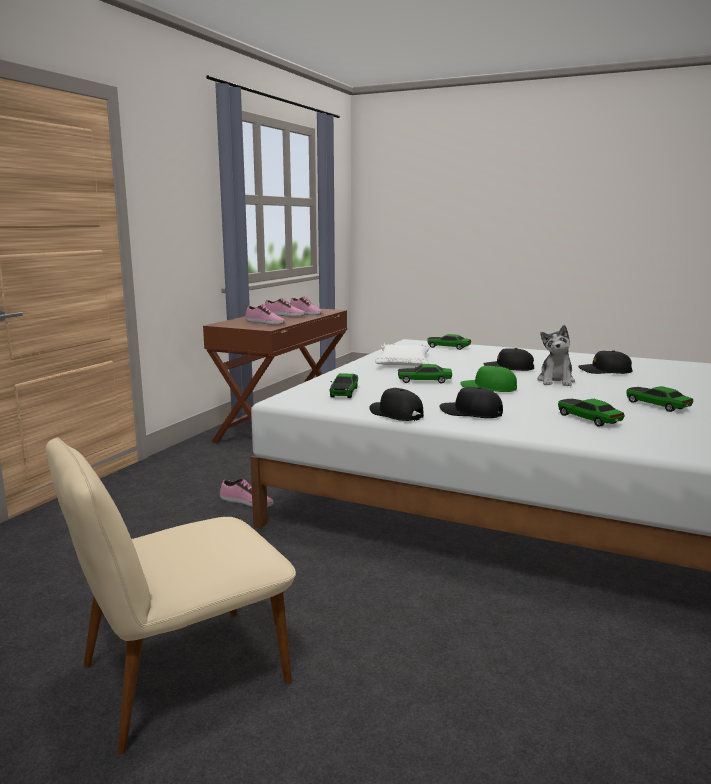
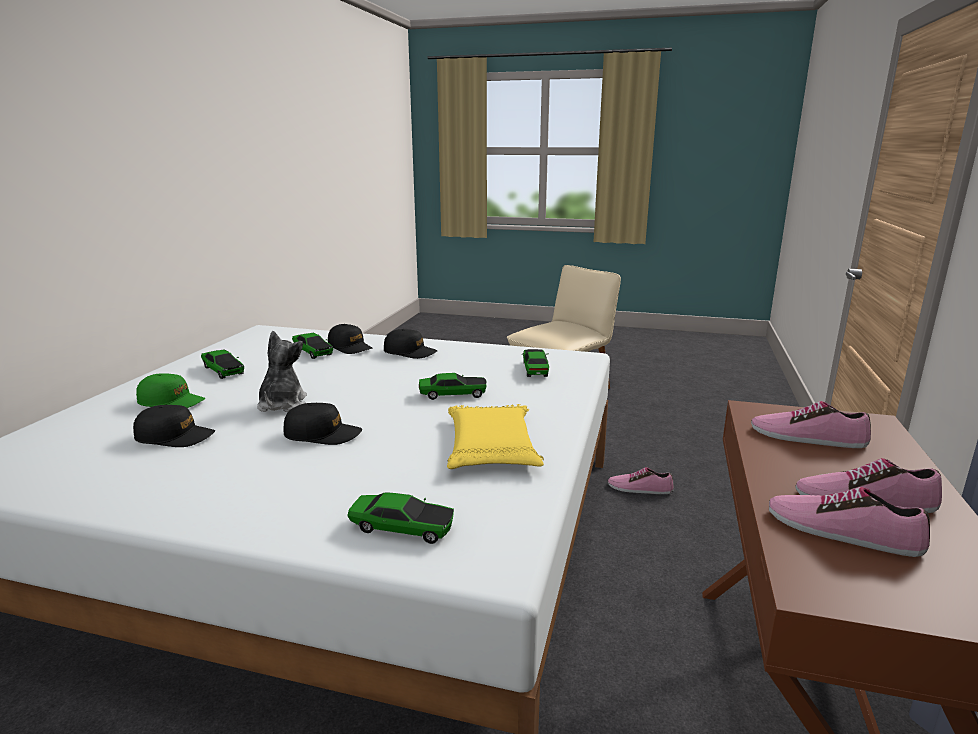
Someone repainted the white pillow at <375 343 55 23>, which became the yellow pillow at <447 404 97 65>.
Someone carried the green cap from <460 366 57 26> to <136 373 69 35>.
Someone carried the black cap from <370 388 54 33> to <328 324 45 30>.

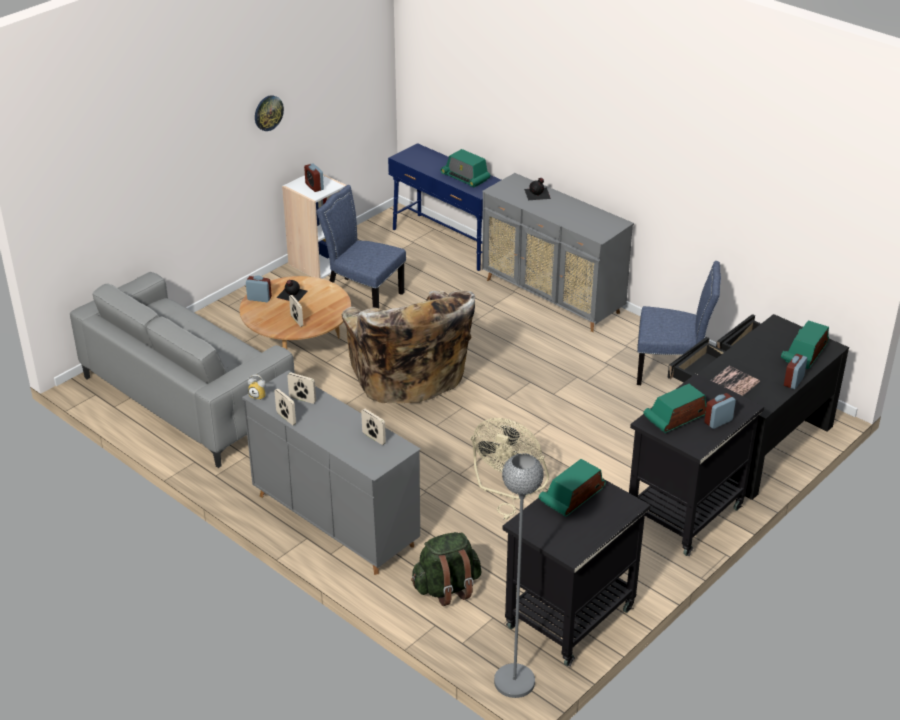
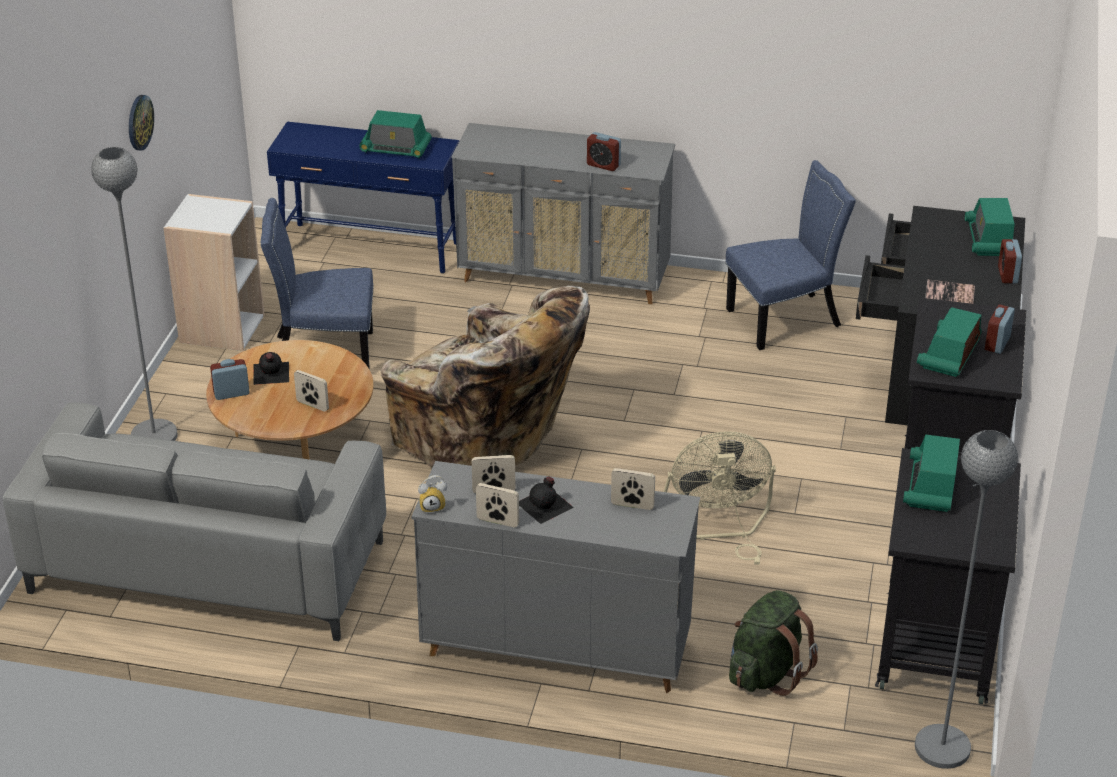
Someone carried the alarm clock from <304 163 20 29> to <587 132 34 39>.
Someone carried the black bottle from <524 178 27 22> to <519 477 55 47>.
Someone put down the grey floor lamp at <91 147 87 294>.

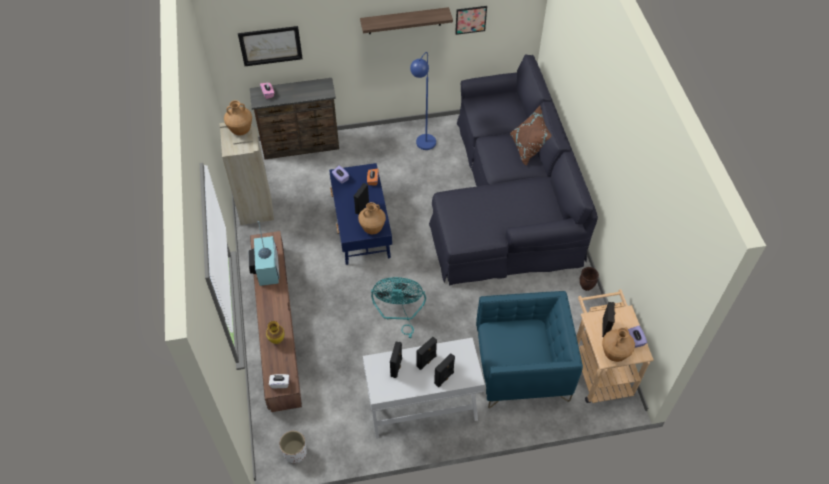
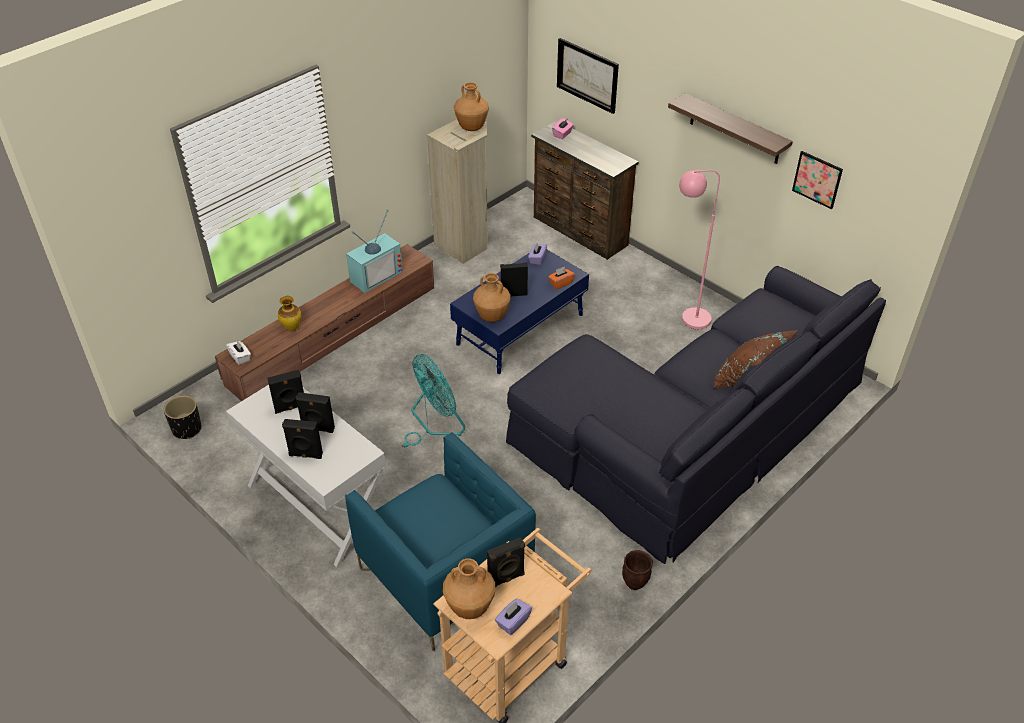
Someone repainted the blue floor lamp at <410 52 26 98>, which became the pink floor lamp at <679 170 41 159>.
Someone repainted the white planter at <279 431 28 33>, which became the black planter at <164 395 37 44>.

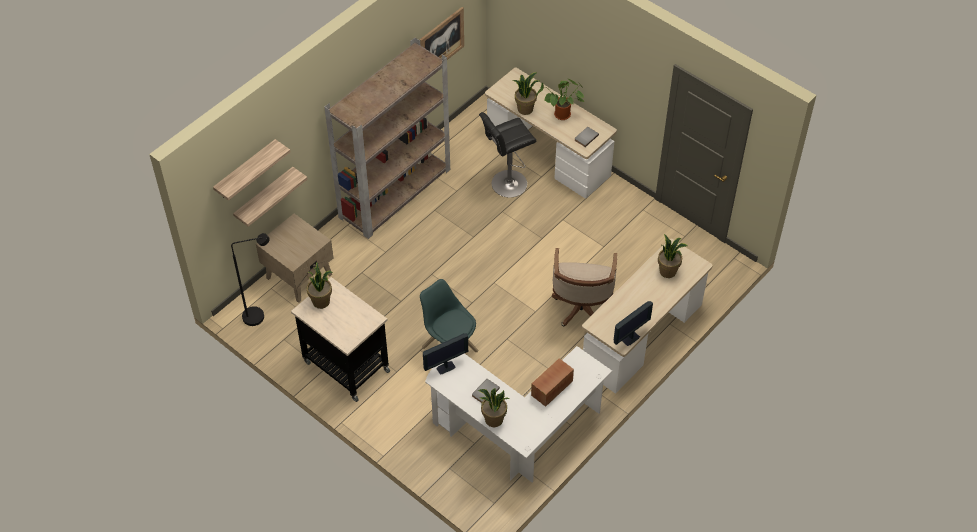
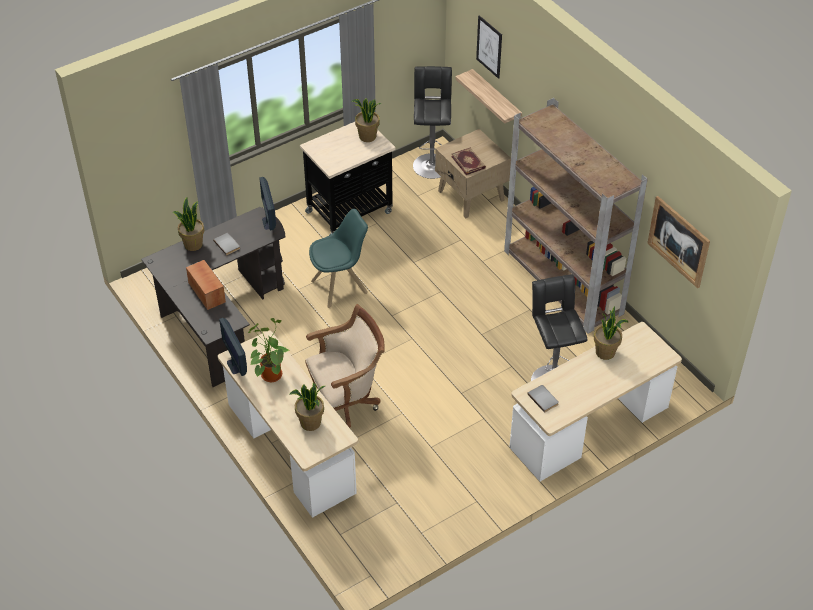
Someone carried the potted plant from <537 79 48 41> to <248 318 41 64>.
Someone swapped the shelf at <213 139 77 62> for the picture at <476 15 26 64>.
Someone swapped the black floor lamp at <231 233 38 93> for the black stool at <413 66 39 113>.
Someone rotated the office chair at <552 248 65 78> by 135 degrees clockwise.
Someone repainted the white desk at <425 346 187 137>, which became the black desk at <141 207 145 180>.
Someone put down the book at <451 148 35 27>.

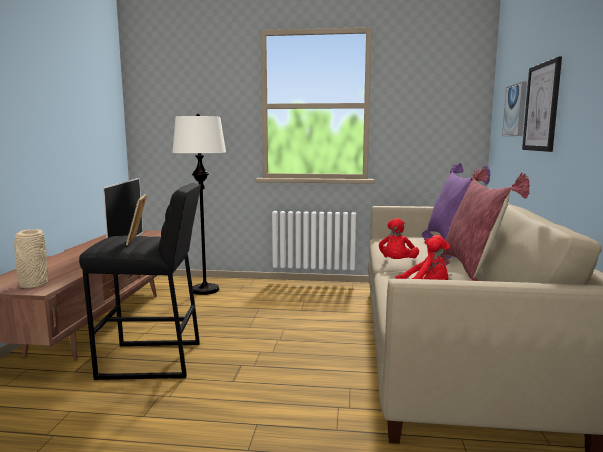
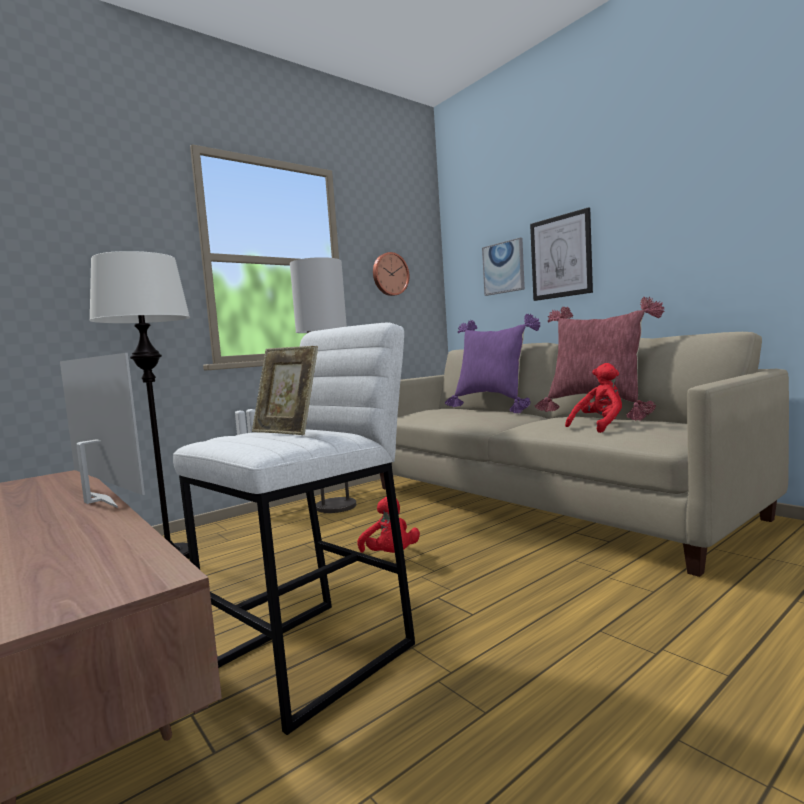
Someone repainted the black stool at <79 183 122 197>, which became the white stool at <173 323 242 412>.
Someone carried the red plush toy from <379 218 40 41> to <357 497 63 56>.
Someone took away the beige vase at <14 229 34 59>.
Someone put up the wall clock at <373 252 36 44>.
Someone put down the floor lamp at <290 257 66 256>.

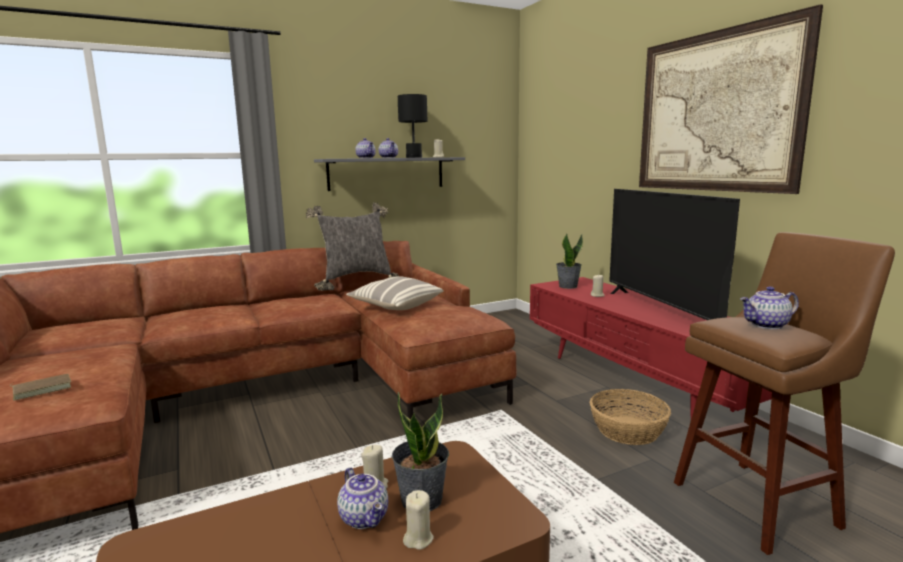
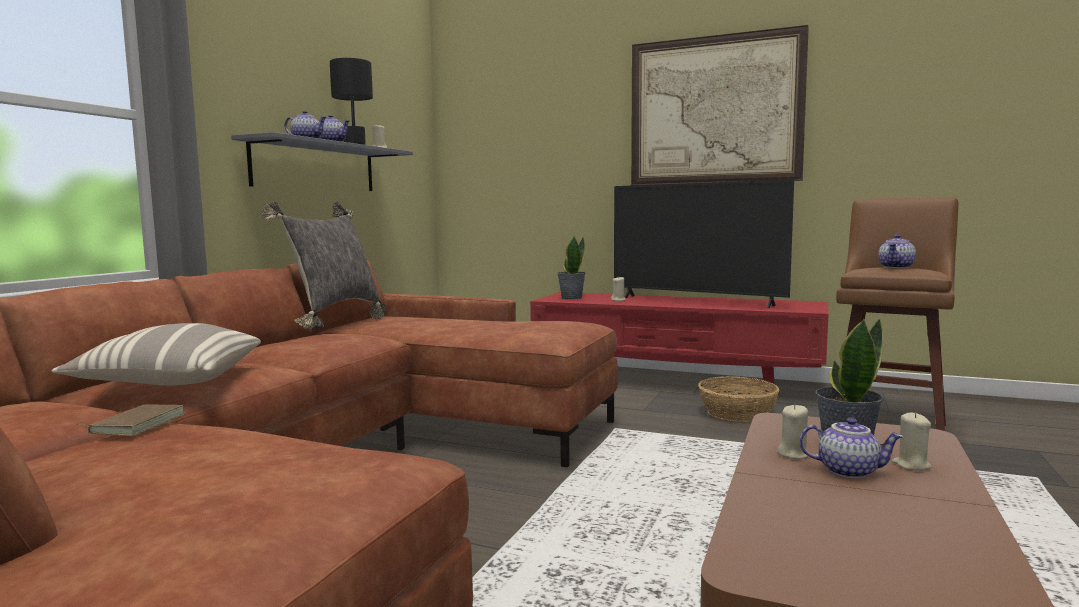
Someone carried the pillow from <346 276 97 34> to <52 323 209 63>.
Someone carried the brown book from <10 374 61 26> to <77 404 108 32>.

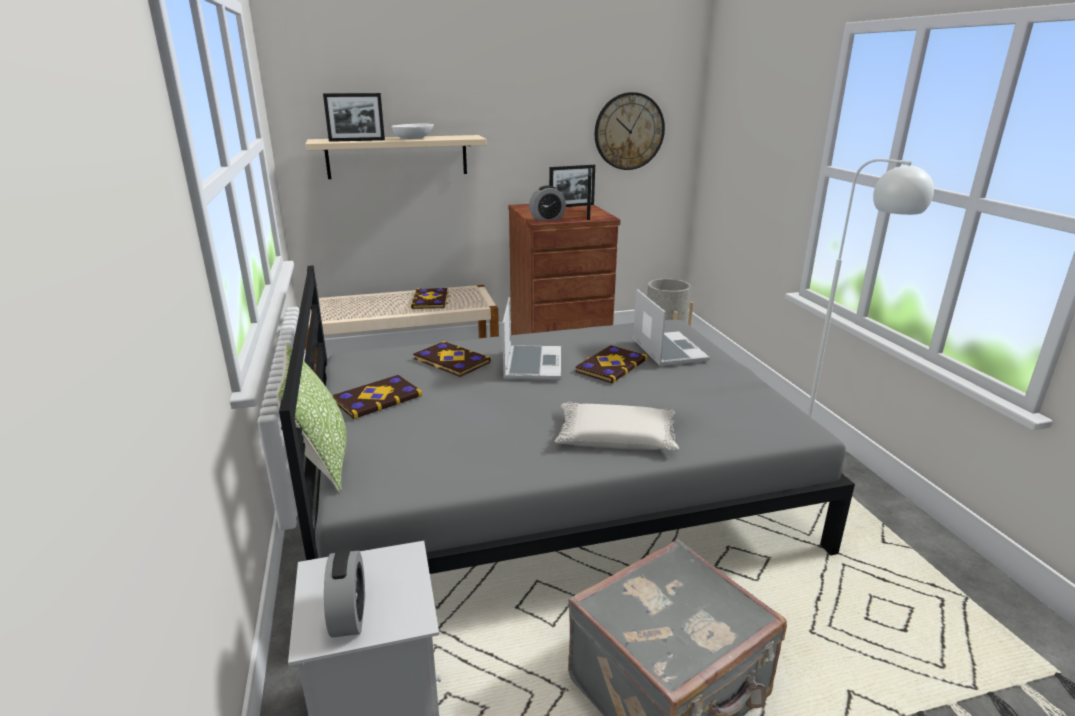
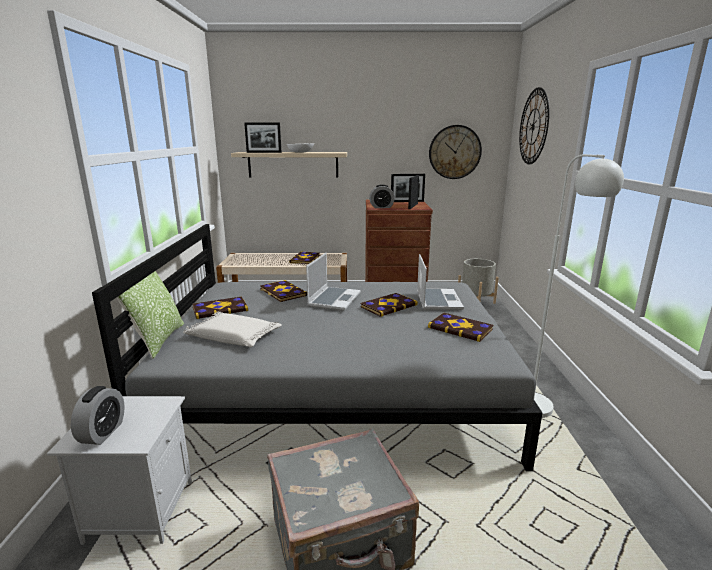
Someone carried the white pillow from <555 402 124 49> to <183 311 99 36>.
Someone put up the wall clock at <519 87 30 77>.
Someone put down the book at <428 312 65 30>.

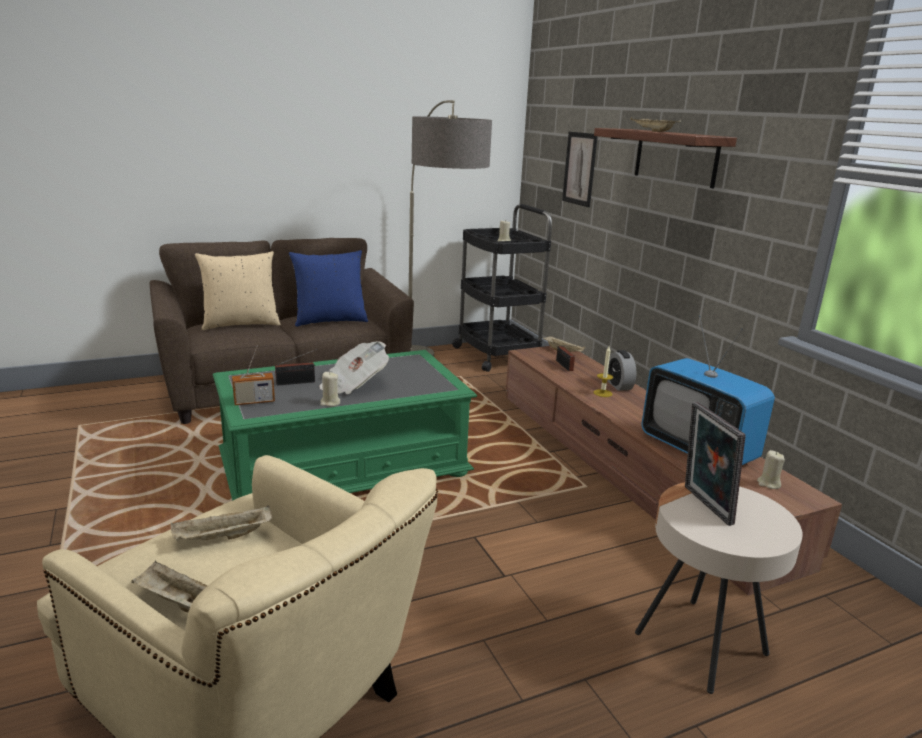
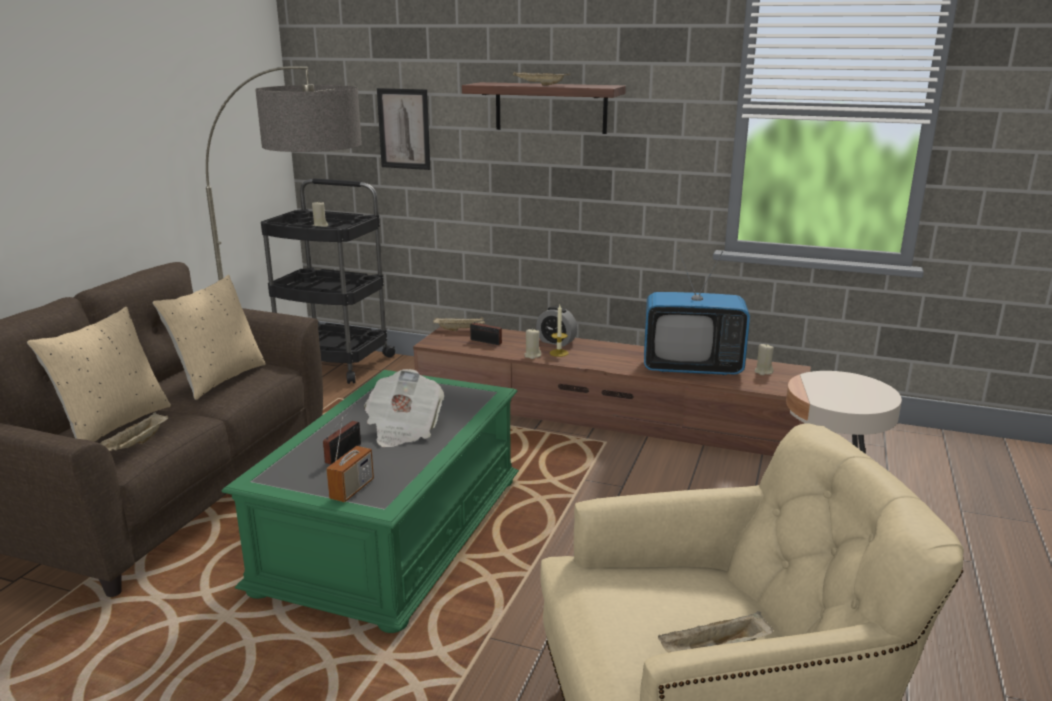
Someone repainted the blue pillow at <289 250 79 77>, which became the beige pillow at <153 275 113 125>.
Someone carried the beige candle from <320 372 20 35> to <524 328 17 31>.
Someone took away the picture frame at <685 402 61 124>.
Someone carried the beige tray from <170 505 102 36> to <100 412 68 39>.

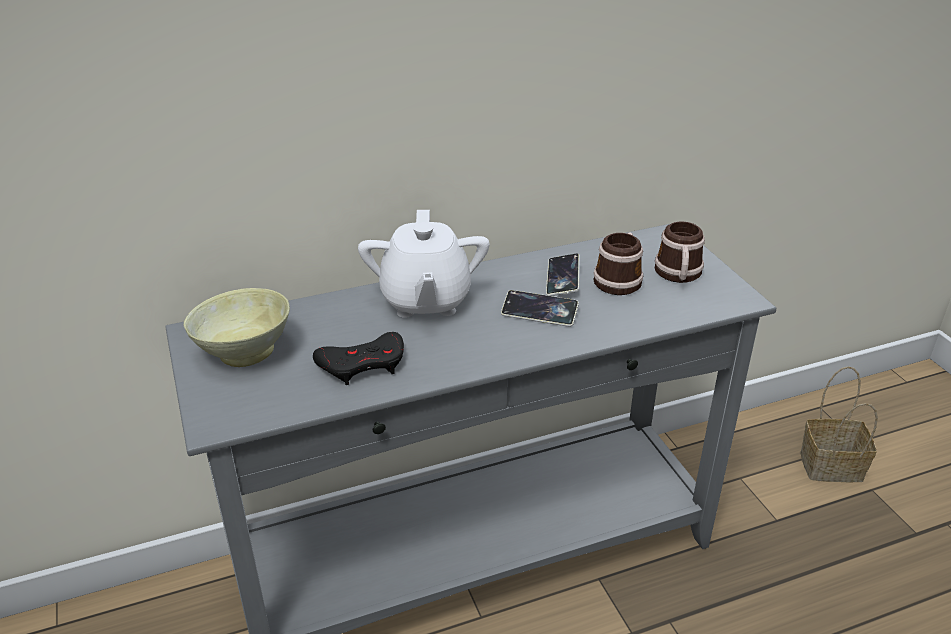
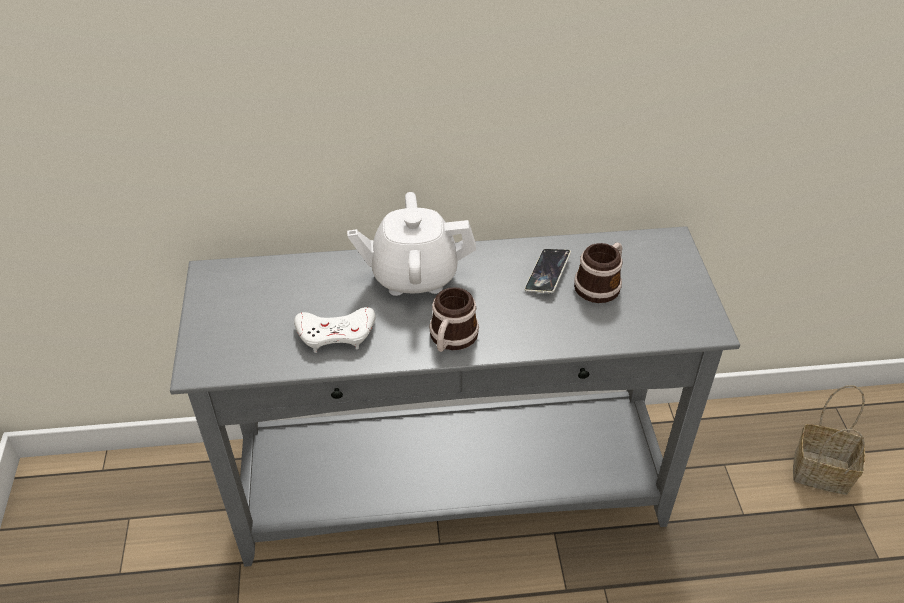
Someone rotated the white teapot at <358 210 132 108> by 75 degrees clockwise.
Someone carried the mug from <655 222 50 61> to <429 287 50 65>.
Someone took away the beige bowl at <184 288 106 79>.
Someone took away the phone at <501 290 78 37>.
Someone repainted the black game controller at <313 332 91 53>, which became the white game controller at <294 307 82 46>.

